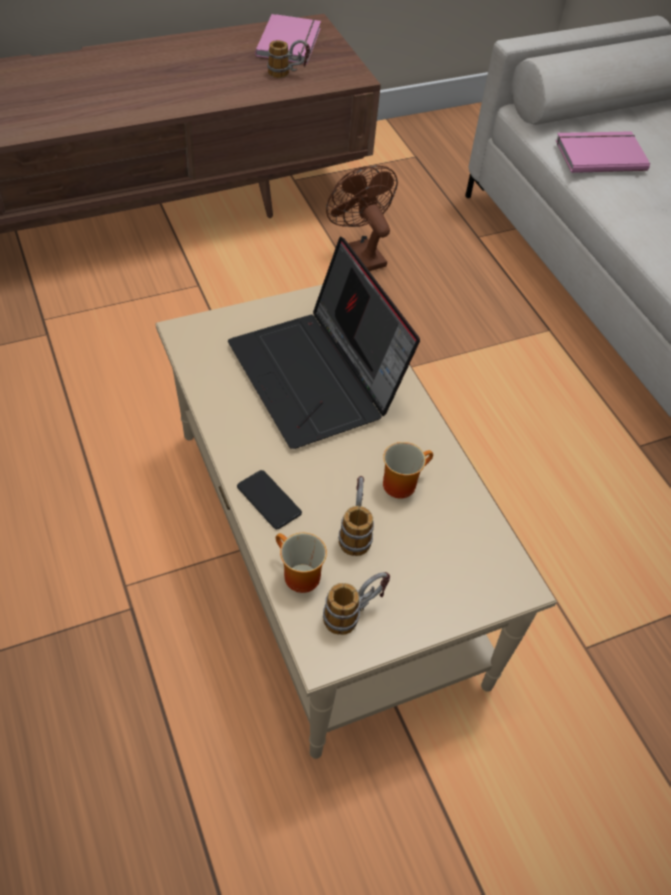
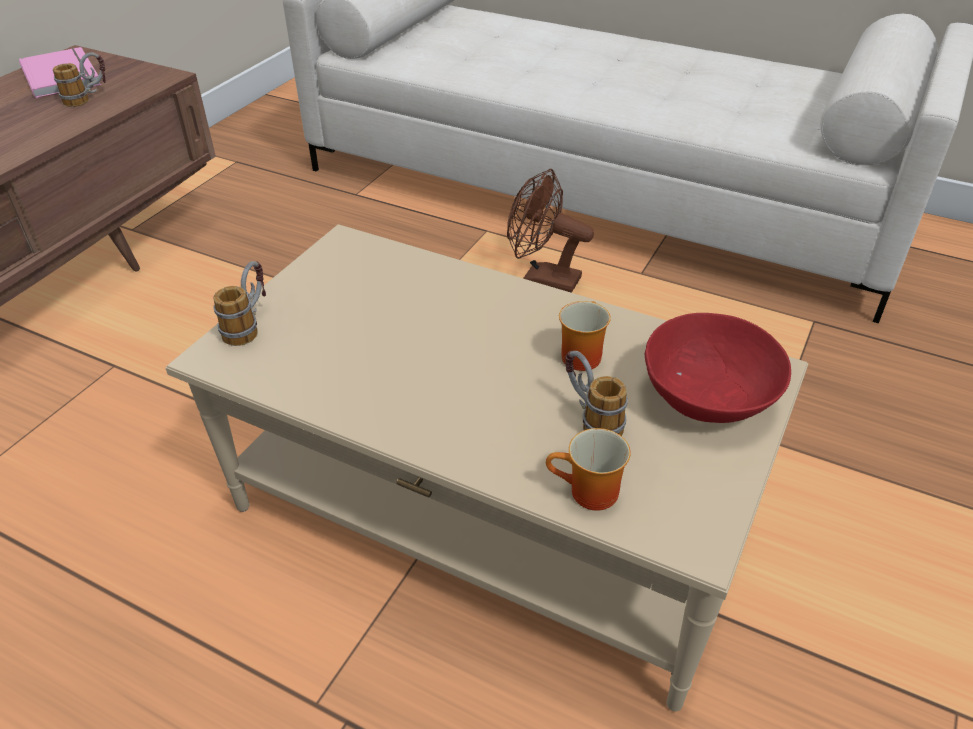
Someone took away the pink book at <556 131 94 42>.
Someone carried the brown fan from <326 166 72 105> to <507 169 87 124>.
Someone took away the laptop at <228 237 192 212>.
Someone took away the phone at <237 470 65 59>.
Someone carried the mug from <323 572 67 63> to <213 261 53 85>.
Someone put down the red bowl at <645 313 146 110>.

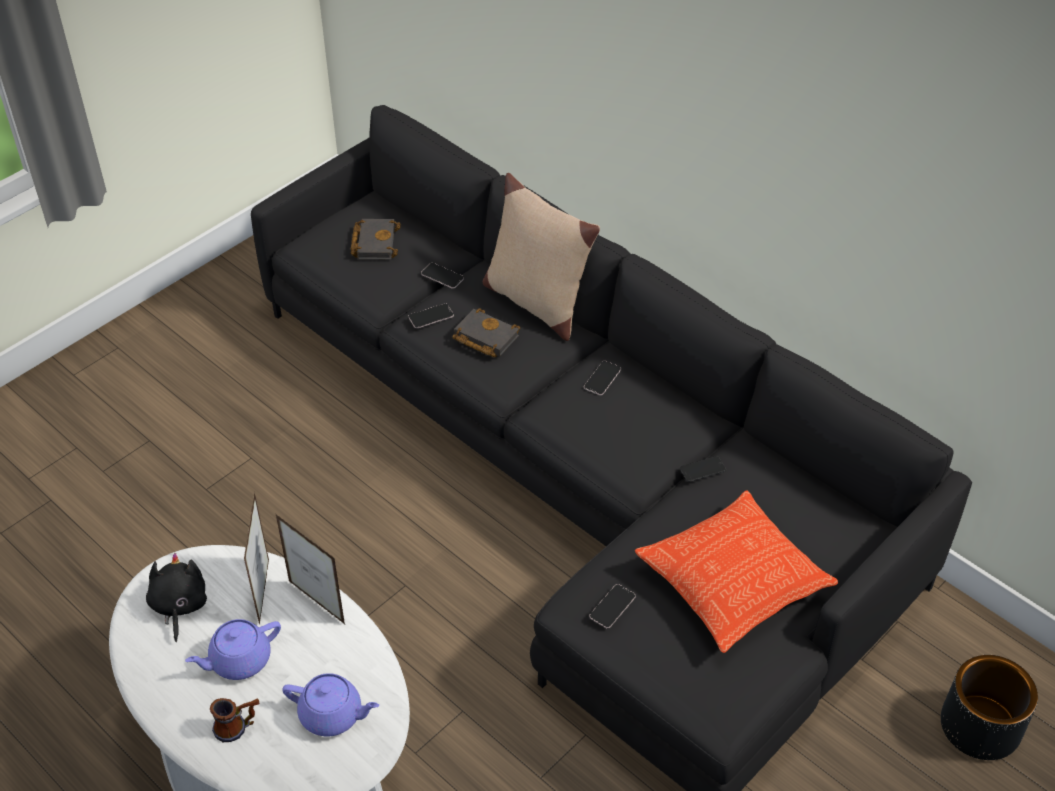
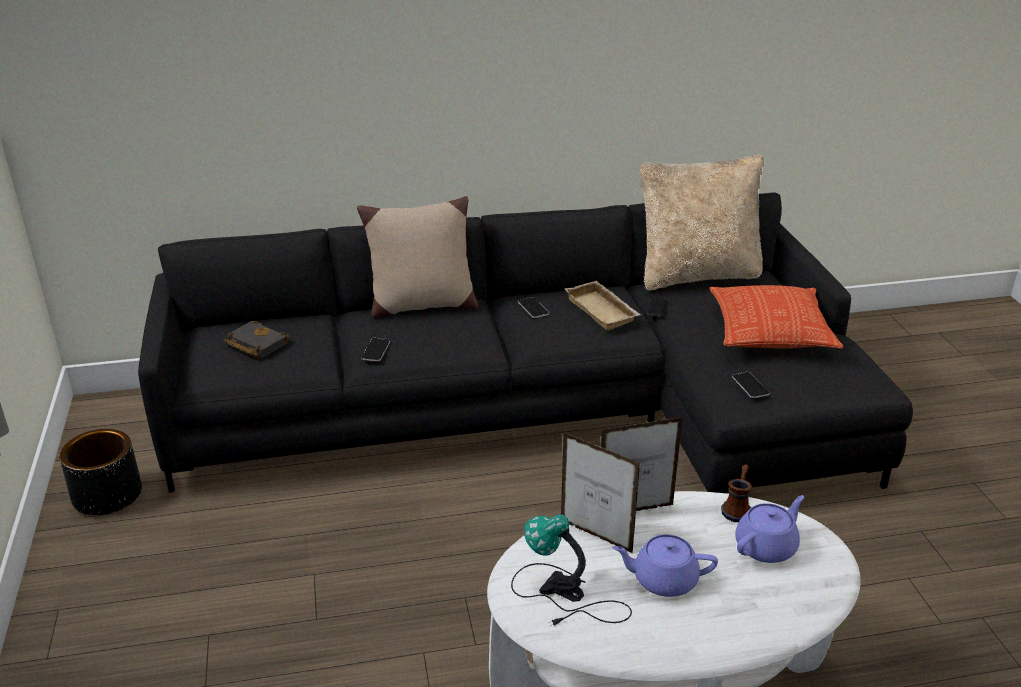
Someone took away the phone at <421 263 43 26>.
Someone took away the black book at <452 308 68 49>.
Someone swapped the black plush toy at <146 553 61 89> for the table lamp at <511 515 121 111>.
Someone rotated the purple teapot at <185 619 96 61> by 90 degrees clockwise.
Someone carried the black planter from <941 655 97 105> to <59 429 83 87>.
Someone carried the mug from <210 698 49 44> to <721 464 32 58>.
Someone put down the beige pillow at <639 155 126 136>.
Someone put down the beige tray at <565 281 76 50>.

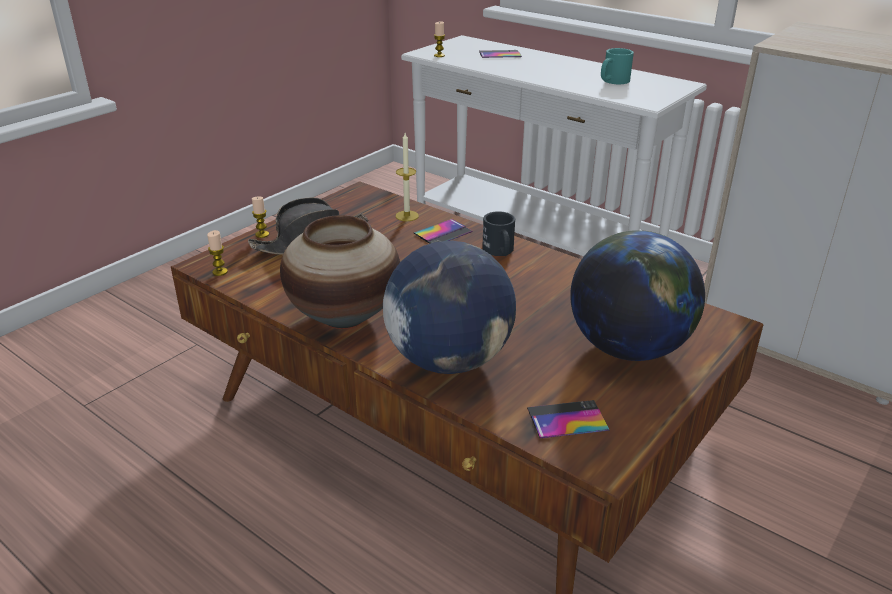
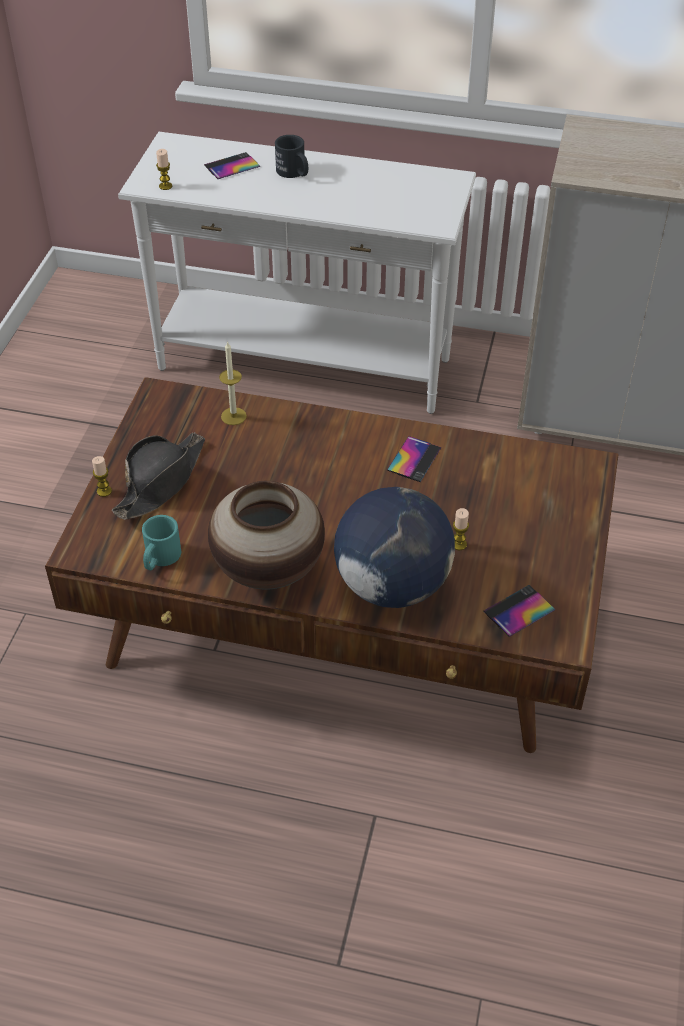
Someone carried the turquoise mug from <601 48 33 36> to <142 515 39 55>.
Someone carried the black mug from <482 211 33 45> to <275 135 33 43>.
Someone carried the phone from <414 219 59 25> to <387 436 54 46>.
Someone carried the candle from <207 230 21 46> to <453 508 16 42>.
Someone took away the globe at <570 230 135 131>.

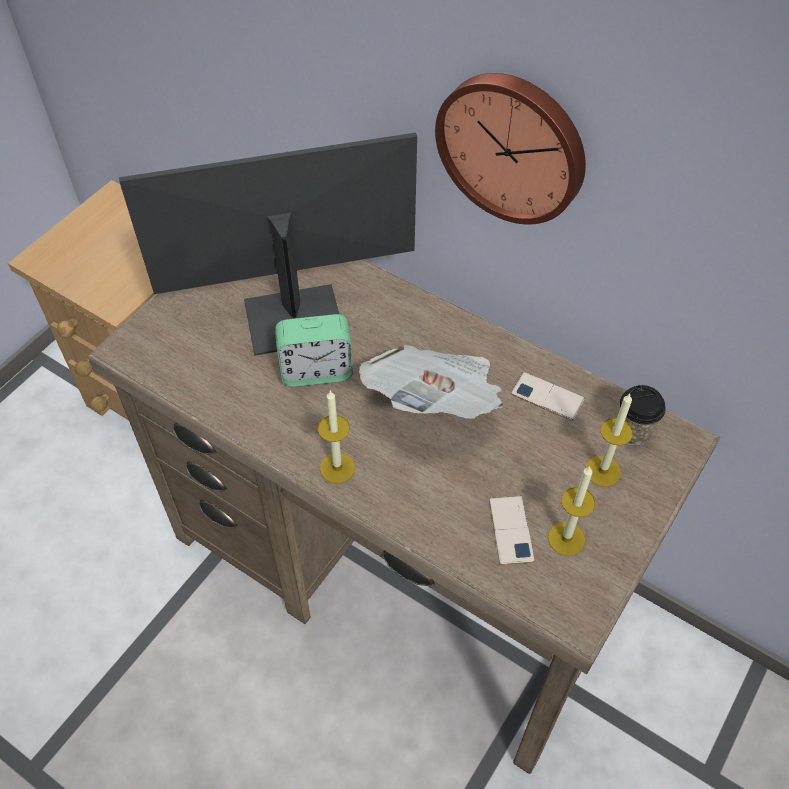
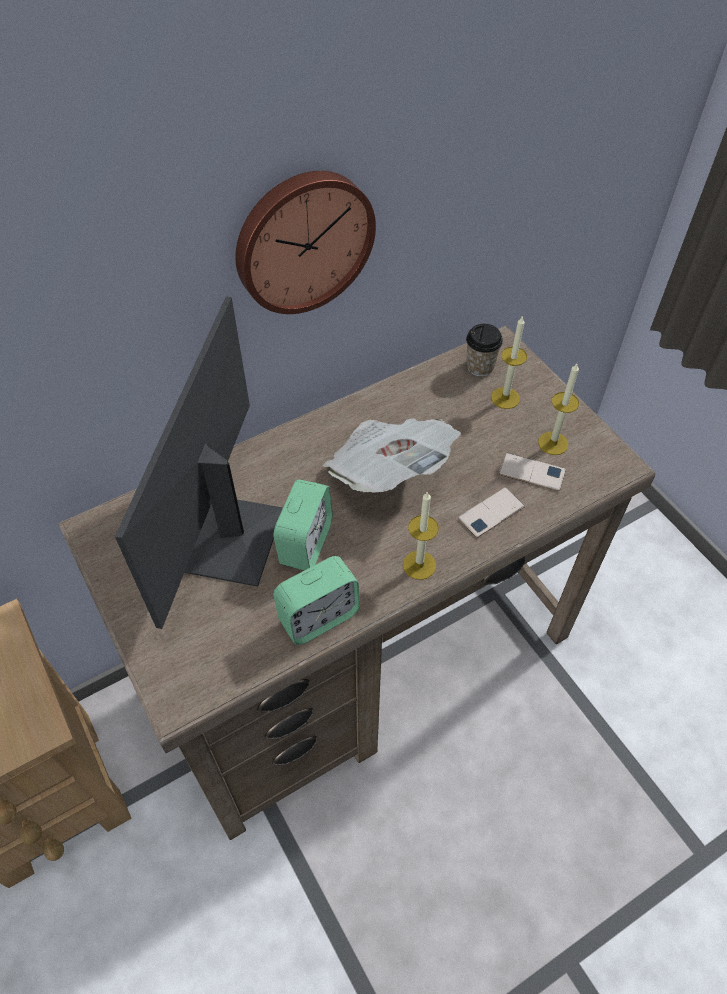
Someone carried the phone from <511 372 74 49> to <458 487 67 51>.
Someone put down the alarm clock at <273 556 87 89>.

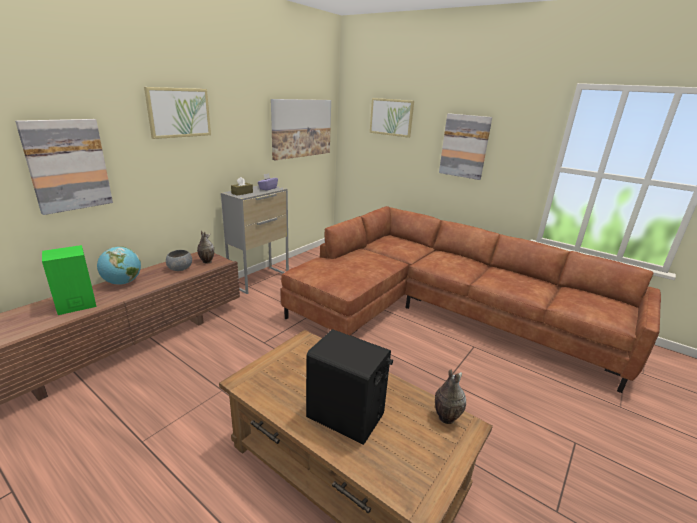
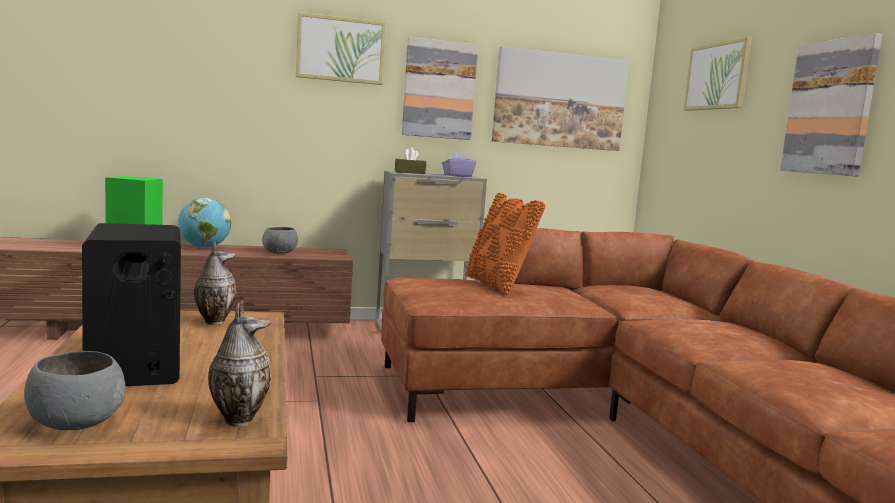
Someone carried the picture from <15 119 98 96> to <402 37 76 103>.
Someone carried the vase from <197 231 17 32> to <194 241 43 84>.
Someone put down the orange pillow at <465 192 80 103>.
Someone put down the grey bowl at <24 351 101 79>.

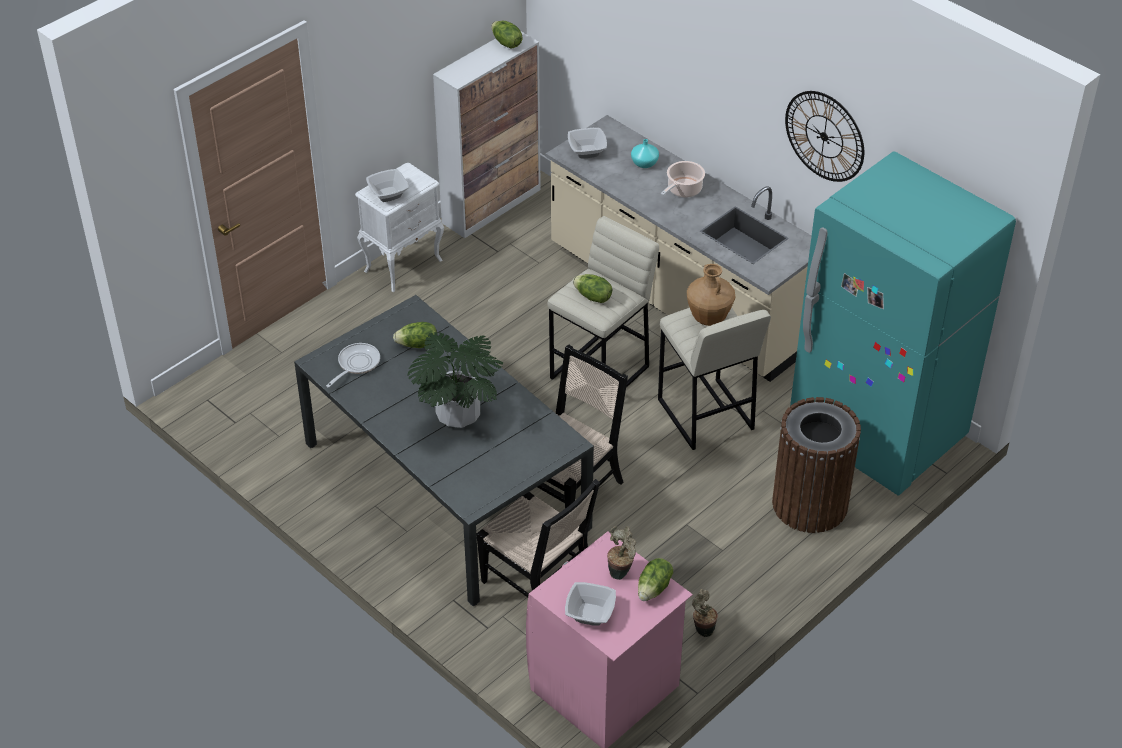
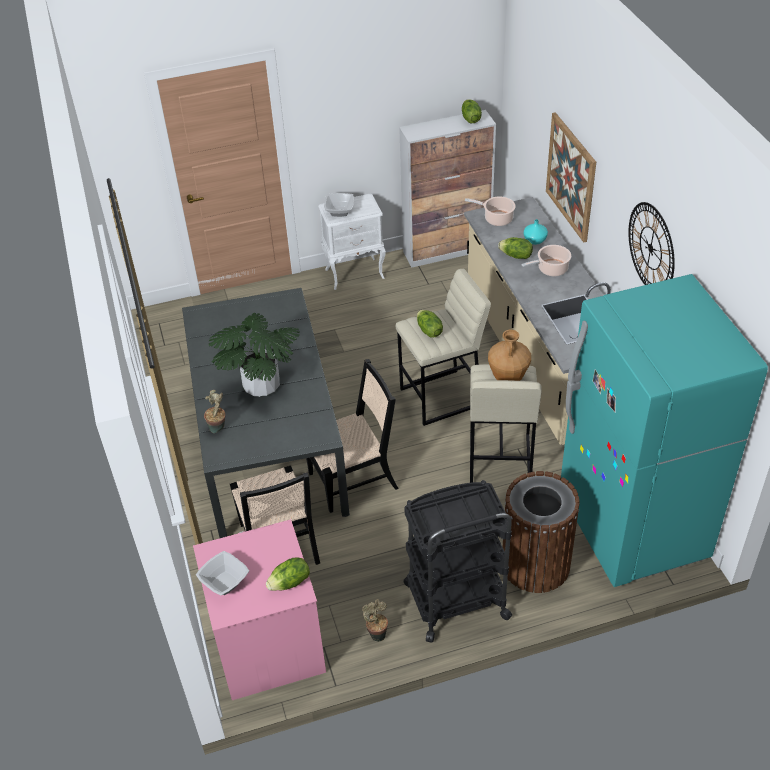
Someone swapped the bowl at <568 128 39 30> for the cooking pot at <465 196 51 30>.
Someone carried the lettuce from <393 322 44 26> to <498 237 35 22>.
Someone took away the frying pan at <326 343 54 44>.
Someone carried the potted plant from <607 526 29 54> to <204 390 21 43>.
Someone put up the picture at <546 112 50 131>.
Someone put down the black cart at <403 480 109 163>.

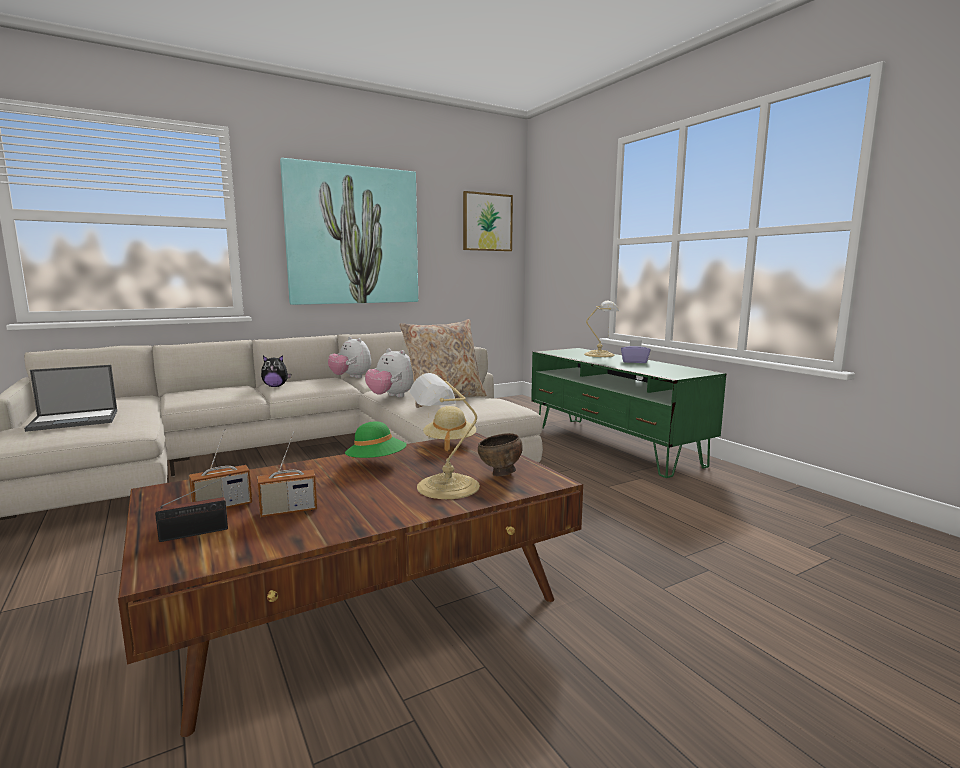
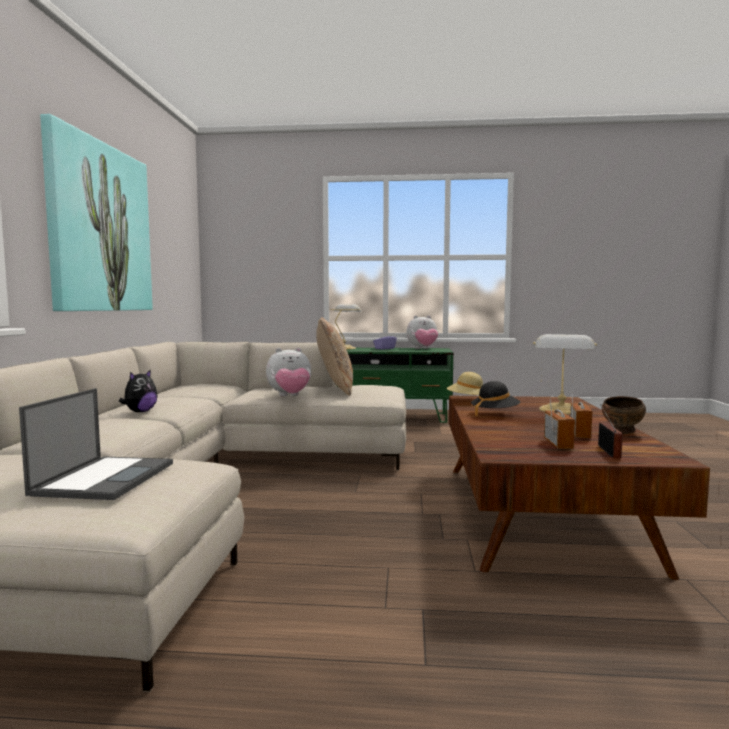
Someone took away the picture at <463 191 50 60>.
Someone carried the plush toy from <328 337 43 41> to <407 316 31 33>.
Someone repainted the green hat at <345 421 62 38>, which became the black hat at <471 381 50 36>.
Someone carried the brown bowl from <478 433 45 43> to <602 396 44 38>.

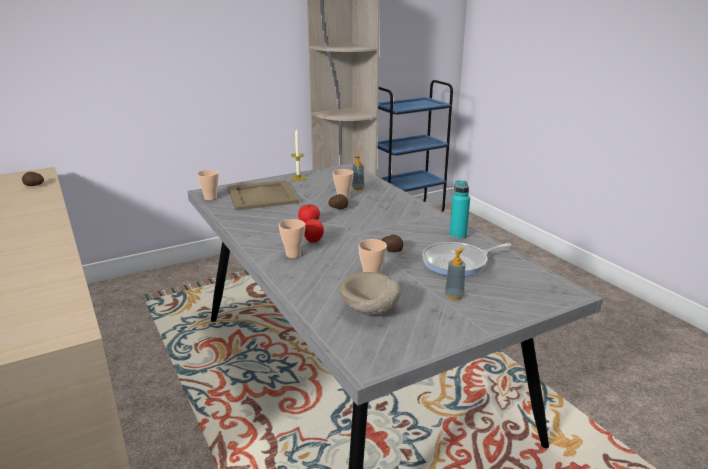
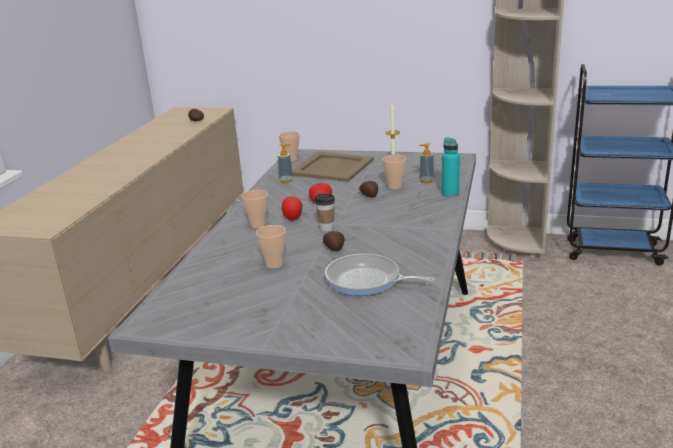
Someone carried the turquoise bottle from <450 180 20 59> to <442 138 18 59>.
Someone carried the soap dispenser from <445 247 20 53> to <278 144 15 39>.
Someone took away the beige bowl at <340 272 61 43>.
Someone put down the cup at <315 193 20 38>.

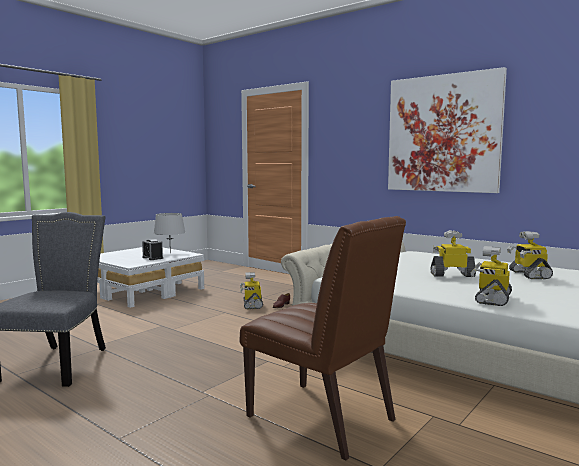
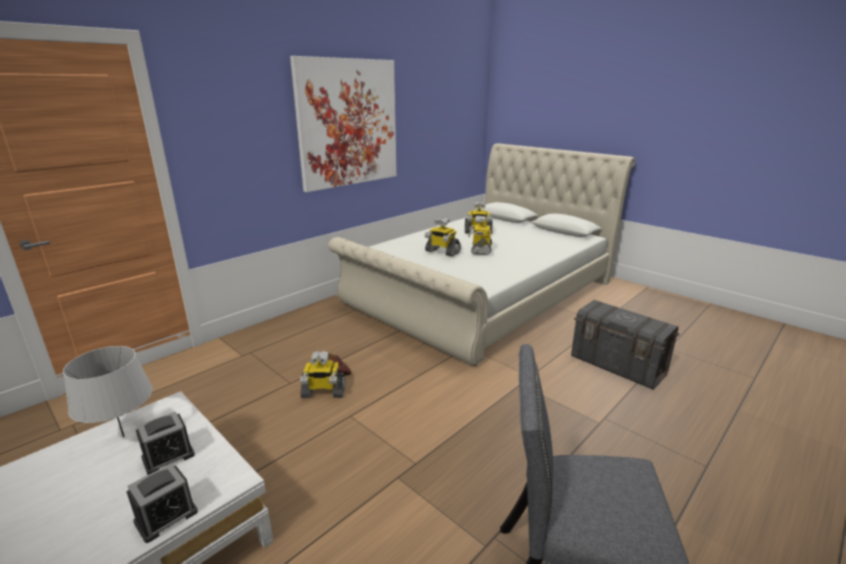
Someone swapped the brown chair at <240 216 166 244> for the grey storage box at <571 300 109 90>.
Someone carried the toy robot from <470 246 42 60> to <425 217 36 40>.
Someone put down the alarm clock at <126 463 72 80>.

